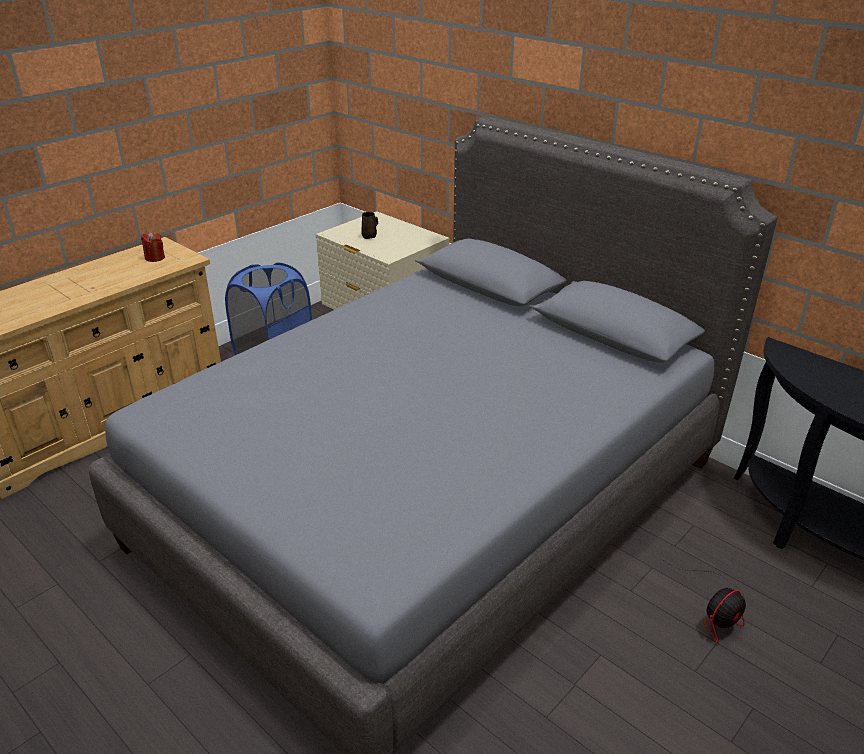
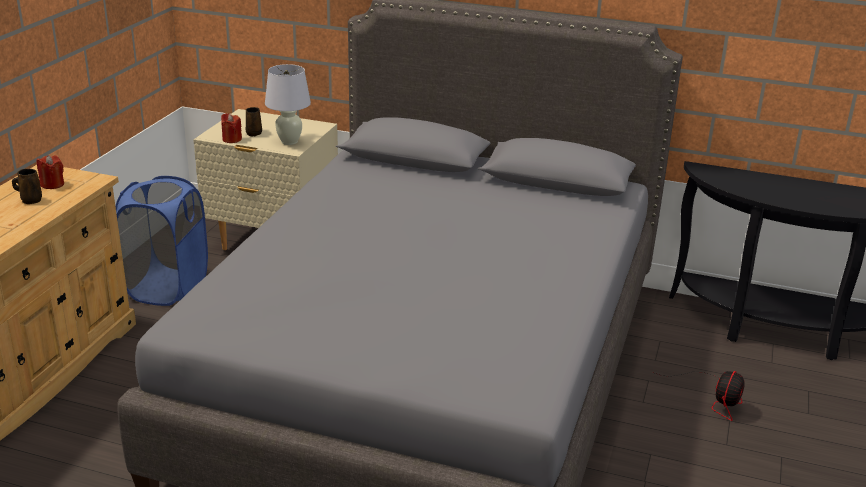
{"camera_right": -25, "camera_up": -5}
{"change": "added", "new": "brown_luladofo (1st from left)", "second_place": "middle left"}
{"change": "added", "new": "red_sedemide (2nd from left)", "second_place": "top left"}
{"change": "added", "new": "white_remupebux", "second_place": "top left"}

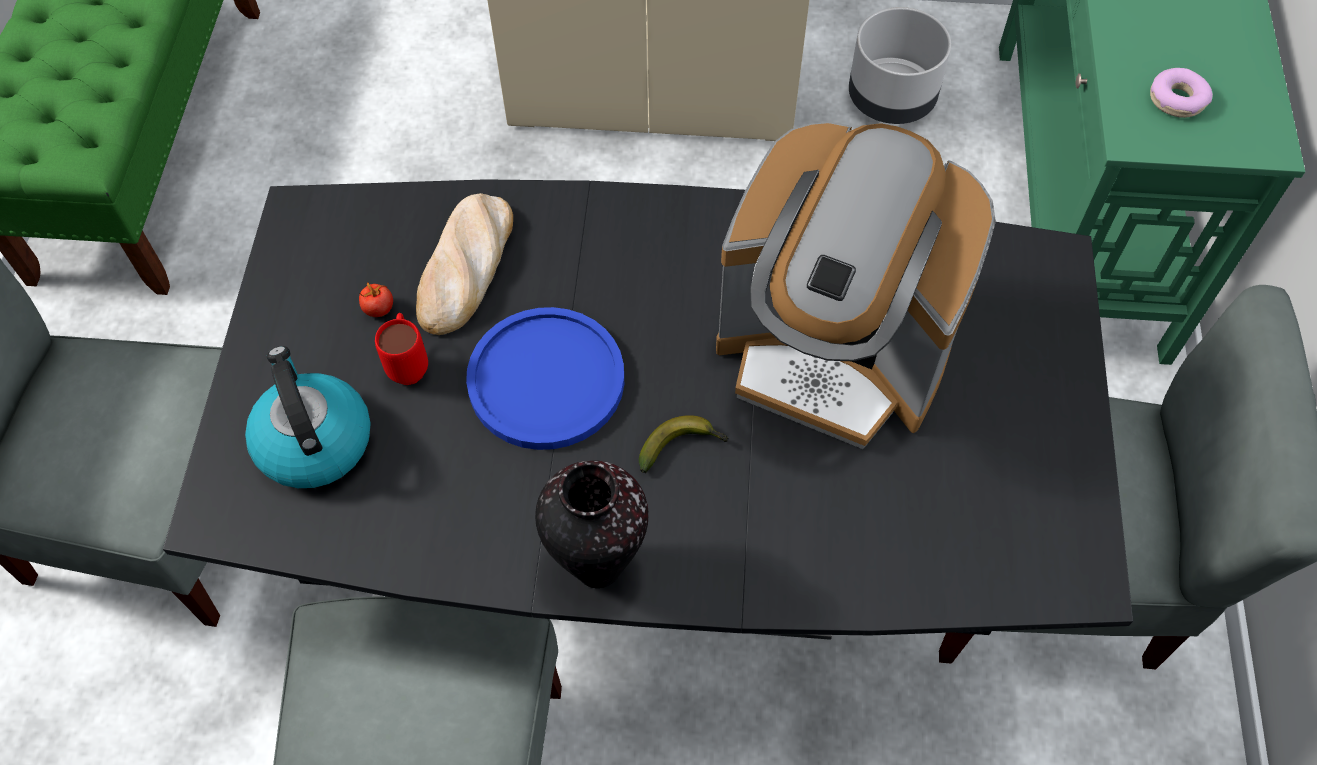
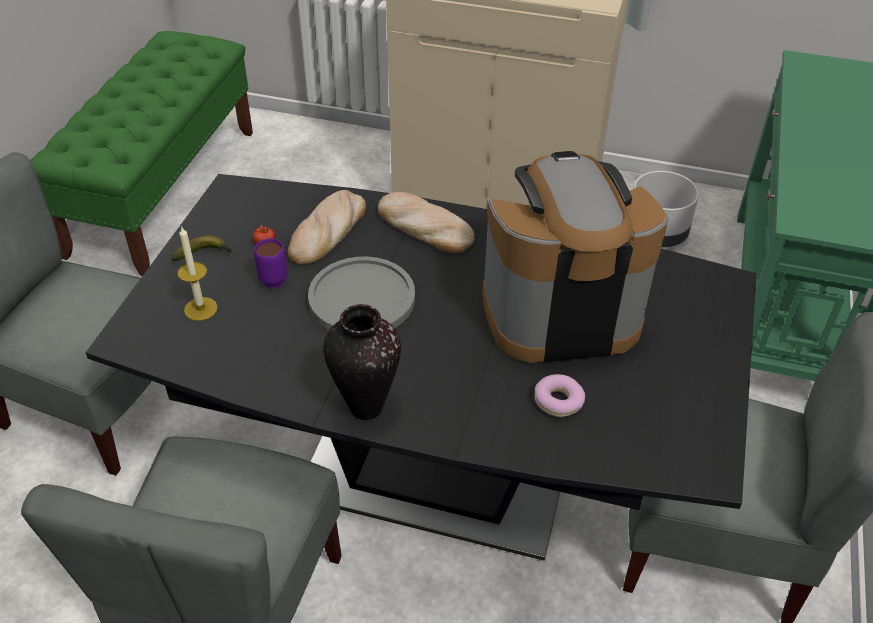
{"camera_right": 10, "camera_up": -15}
{"change": "moved", "old": "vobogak", "first_place": "centre", "second_place": "middle left"}
{"change": "replaced", "old": "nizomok", "new": "sedemide", "first_place": "middle left", "second_place": "middle left"}
{"change": "recoloured", "old": "red_luladofo", "new": "purple_luladofo", "first_place": "middle left", "second_place": "middle left"}
{"change": "recoloured", "old": "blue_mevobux", "new": "grey_mevobux", "first_place": "centre", "second_place": "centre"}
{"change": "added", "new": "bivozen (2nd from left)", "second_place": "centre"}
{"change": "turned", "old": "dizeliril", "first_place": "centre", "second_place": "centre", "degrees": 135}
{"change": "moved", "old": "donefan", "first_place": "top right", "second_place": "centre"}

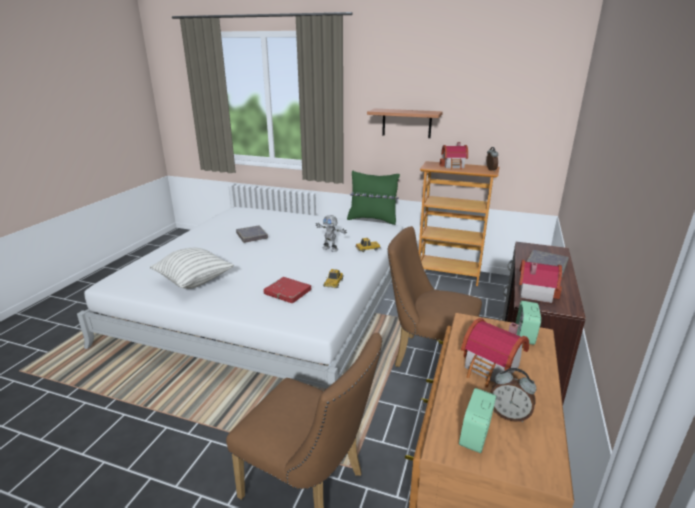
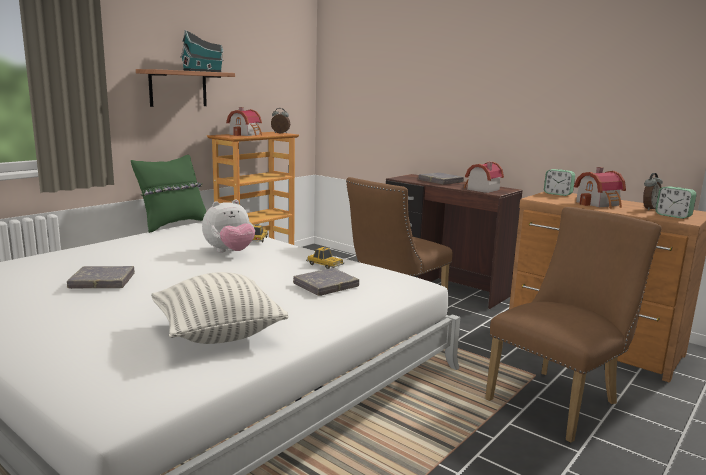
{"camera_right": -70, "camera_up": -10}
{"change": "added", "new": "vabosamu (1st from left)", "second_place": "top left"}
{"change": "replaced", "old": "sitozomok", "new": "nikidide", "first_place": "centre", "second_place": "middle left"}
{"change": "recoloured", "old": "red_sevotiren", "new": "grey_sevotiren (2nd from left)", "first_place": "centre", "second_place": "centre"}

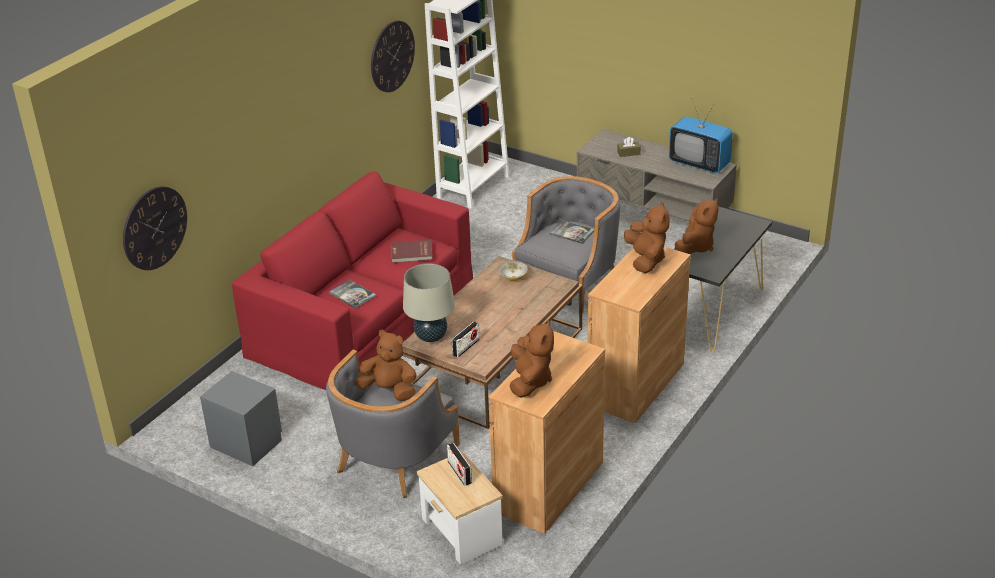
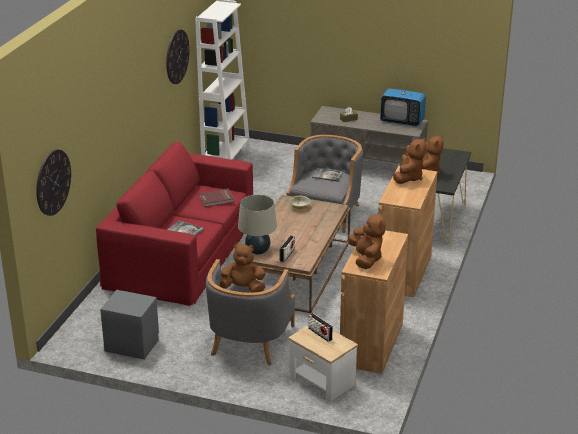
{"camera_right": -15, "camera_up": -5}
{"change": "turned", "old": "brown_nikidide (3rd from left)", "first_place": "centre", "second_place": "middle right", "degrees": 45}

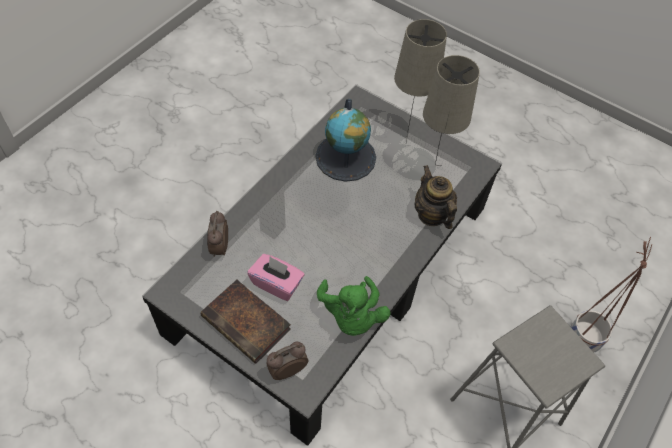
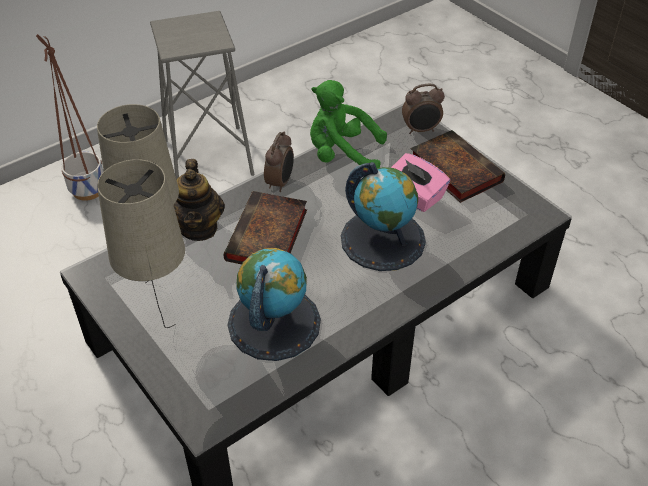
{"camera_right": -160, "camera_up": -10}
{"change": "added", "new": "sevotiren (1st from left)", "second_place": "centre"}
{"change": "moved", "old": "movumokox (1st from left)", "first_place": "middle left", "second_place": "centre"}
{"change": "turned", "old": "green_nikidide", "first_place": "bottom centre", "second_place": "top centre", "degrees": -90}
{"change": "added", "new": "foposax (2nd from left)", "second_place": "centre"}

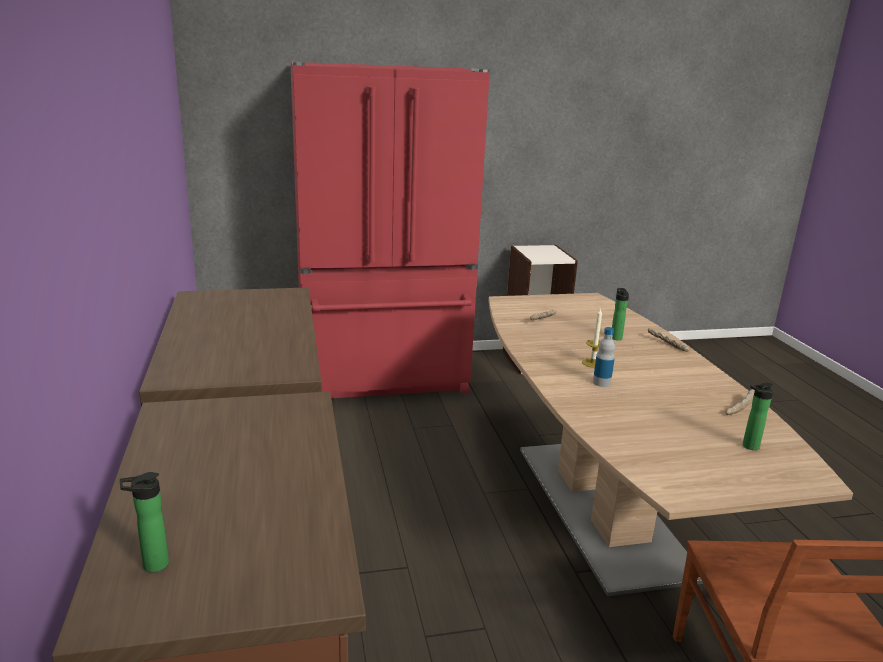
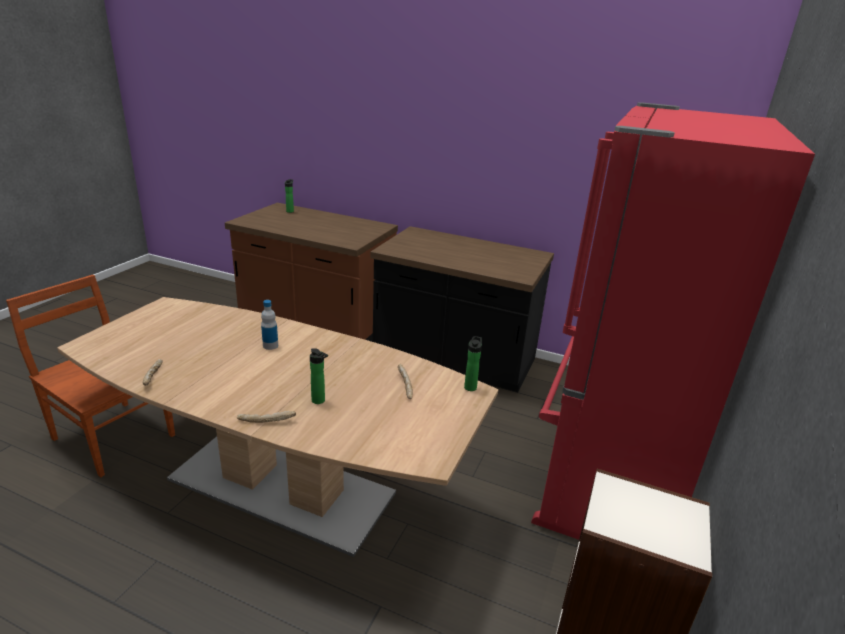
{"camera_right": 125, "camera_up": 5}
{"change": "moved", "old": "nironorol (4th from left)", "first_place": "middle right", "second_place": "centre"}
{"change": "removed", "old": "sedemide", "first_place": "middle right"}

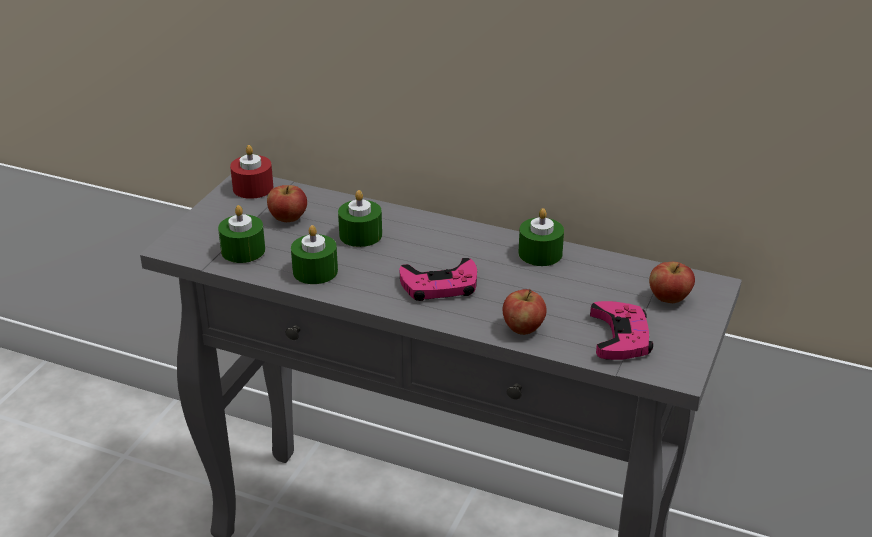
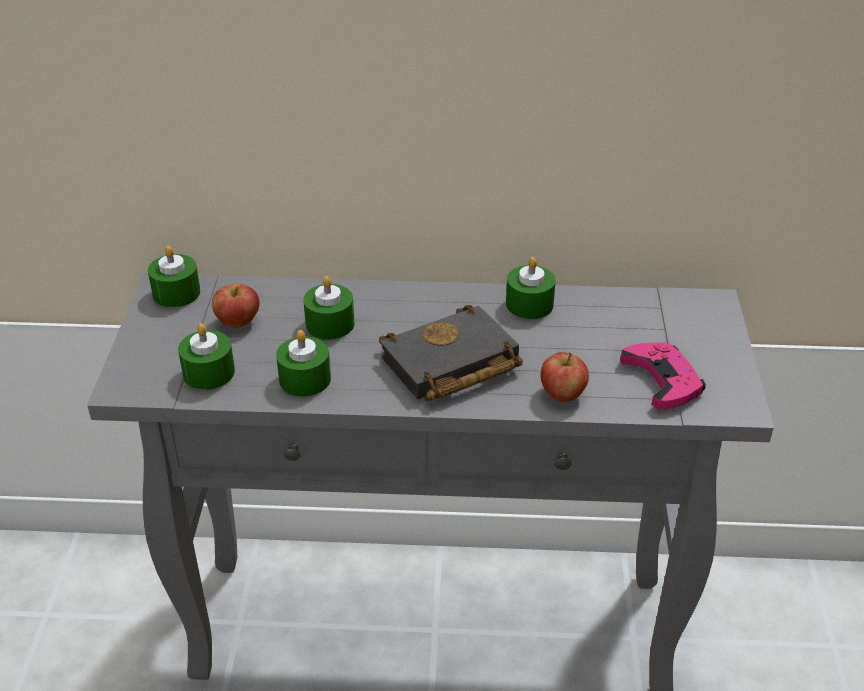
{"camera_right": -20, "camera_up": 5}
{"change": "recoloured", "old": "red_sedemide", "new": "green_sedemide (1st from left)", "first_place": "top left", "second_place": "middle left"}
{"change": "replaced", "old": "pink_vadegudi (1st from left)", "new": "black_sevotiren", "first_place": "centre", "second_place": "centre"}
{"change": "removed", "old": "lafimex (3rd from left)", "first_place": "middle right"}

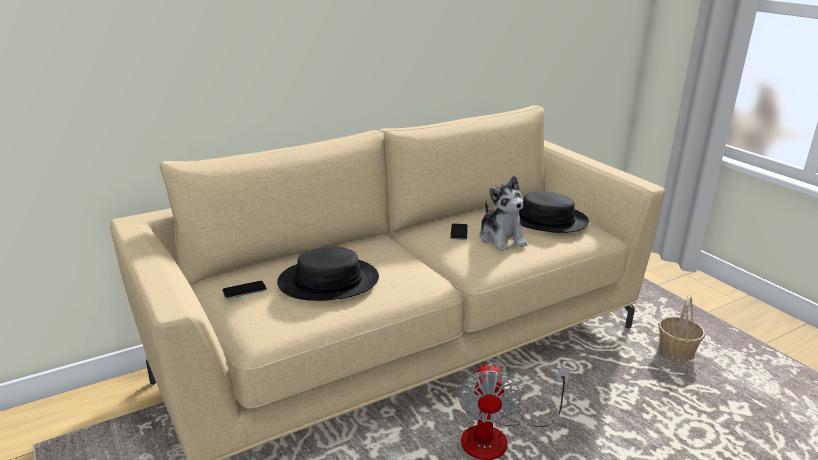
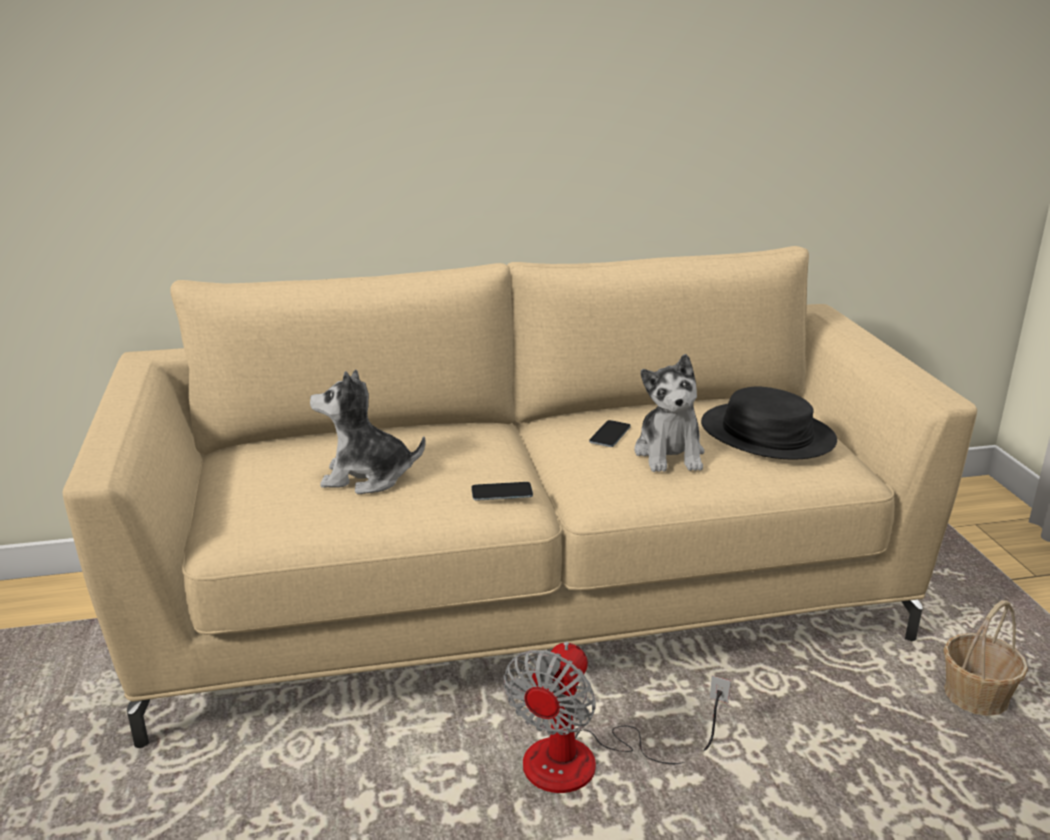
{"camera_right": 20, "camera_up": 0}
{"change": "replaced", "old": "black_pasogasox (1st from left)", "new": "nikidide (1st from left)", "first_place": "centre", "second_place": "centre"}
{"change": "moved", "old": "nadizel (1st from left)", "first_place": "middle left", "second_place": "centre"}

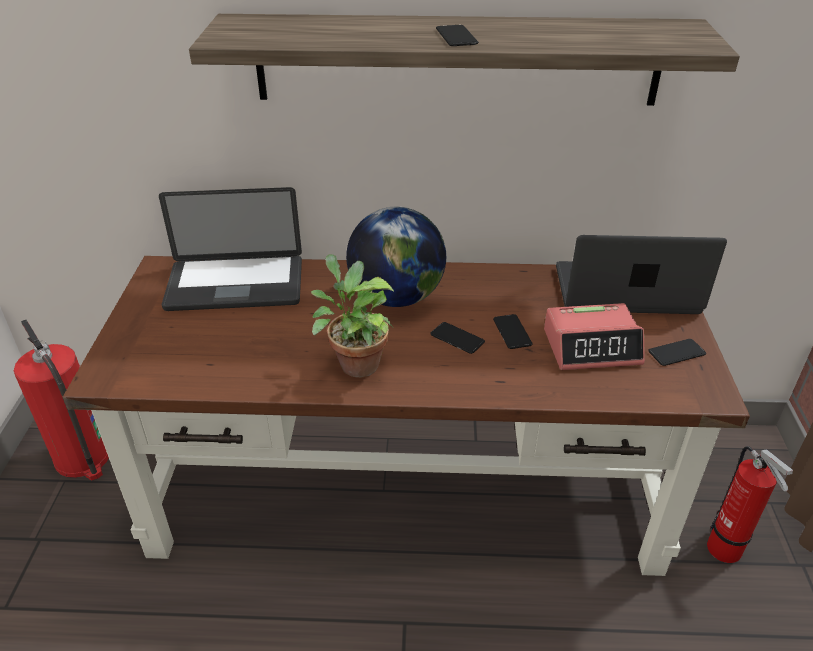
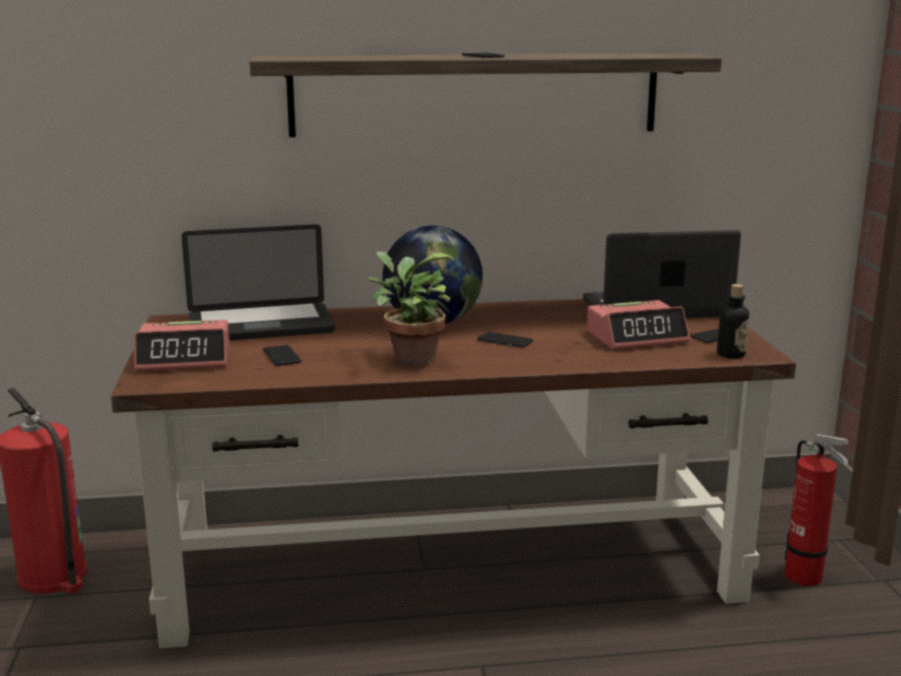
{"camera_right": -10, "camera_up": -20}
{"change": "added", "new": "movumokox (1st from left)", "second_place": "middle left"}
{"change": "moved", "old": "nadizel (3rd from left in the first image)", "new": "nadizel (1st from left)", "first_place": "centre", "second_place": "middle left"}
{"change": "added", "new": "nironorol", "second_place": "middle right"}

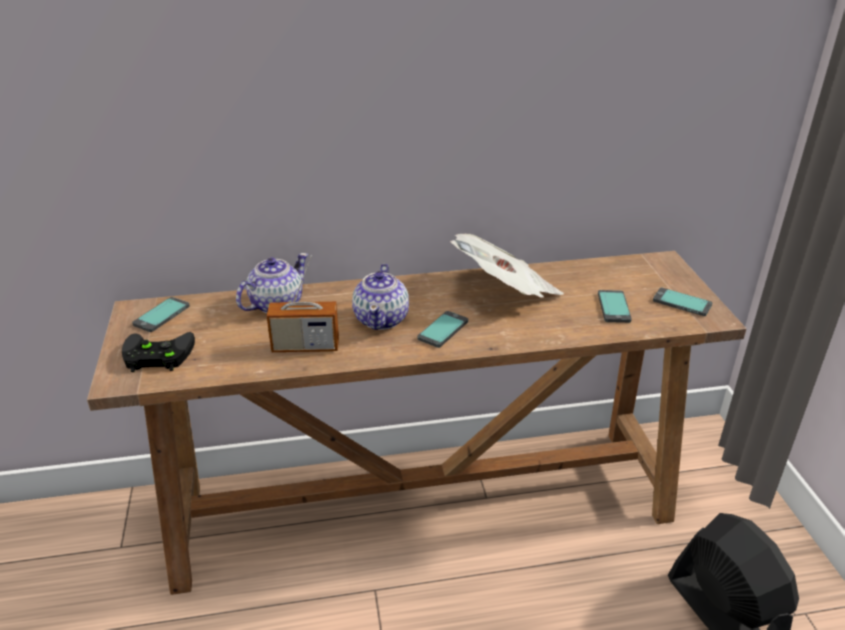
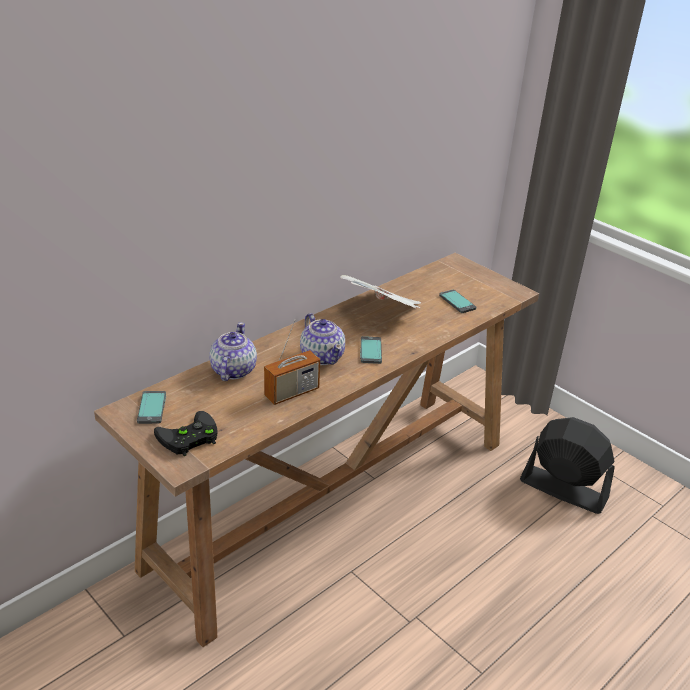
{"camera_right": -35, "camera_up": 0}
{"change": "removed", "old": "nadizel (4th from left)", "first_place": "middle right"}

